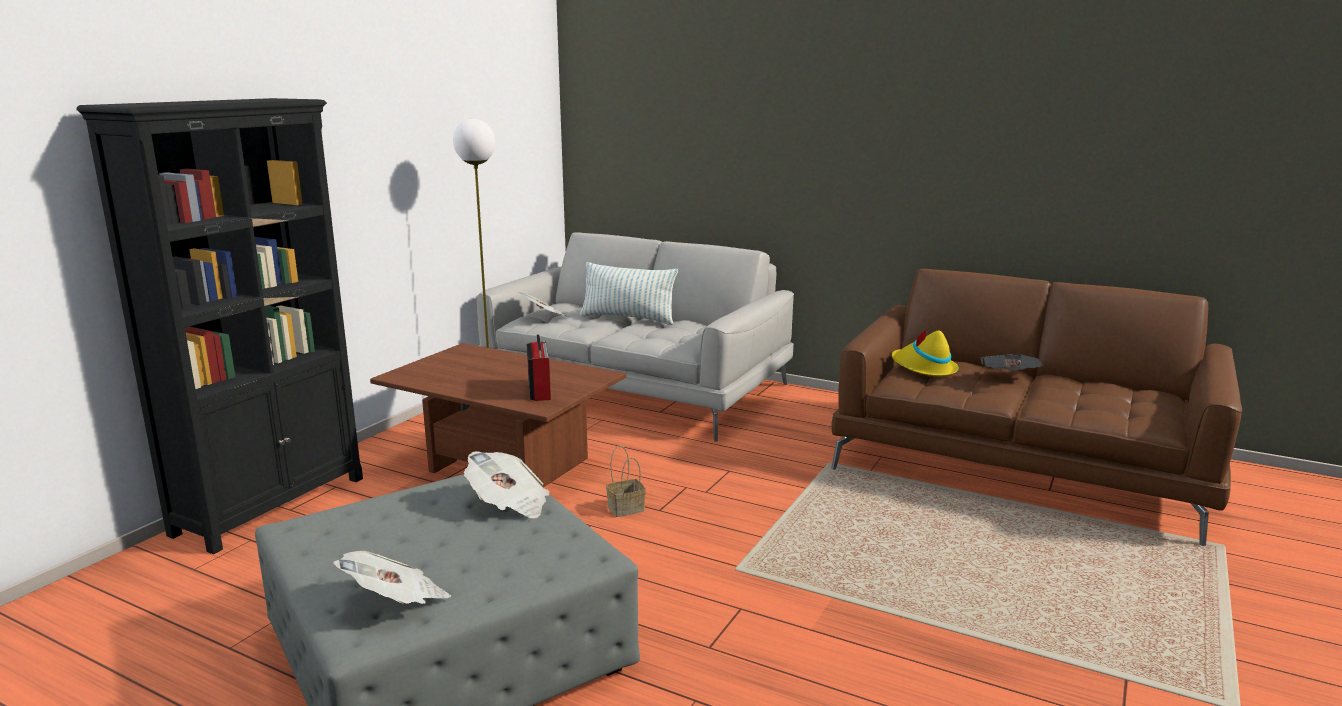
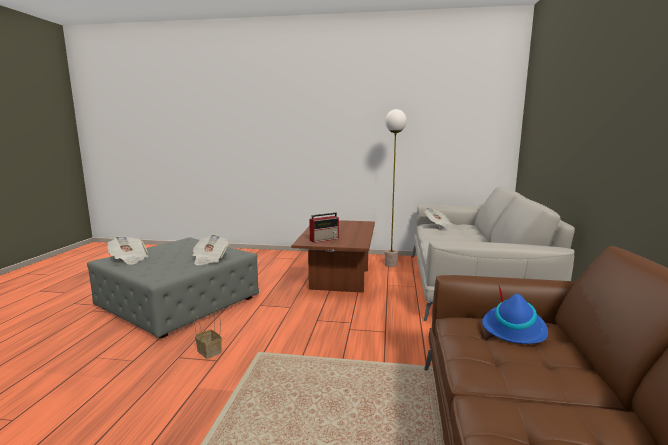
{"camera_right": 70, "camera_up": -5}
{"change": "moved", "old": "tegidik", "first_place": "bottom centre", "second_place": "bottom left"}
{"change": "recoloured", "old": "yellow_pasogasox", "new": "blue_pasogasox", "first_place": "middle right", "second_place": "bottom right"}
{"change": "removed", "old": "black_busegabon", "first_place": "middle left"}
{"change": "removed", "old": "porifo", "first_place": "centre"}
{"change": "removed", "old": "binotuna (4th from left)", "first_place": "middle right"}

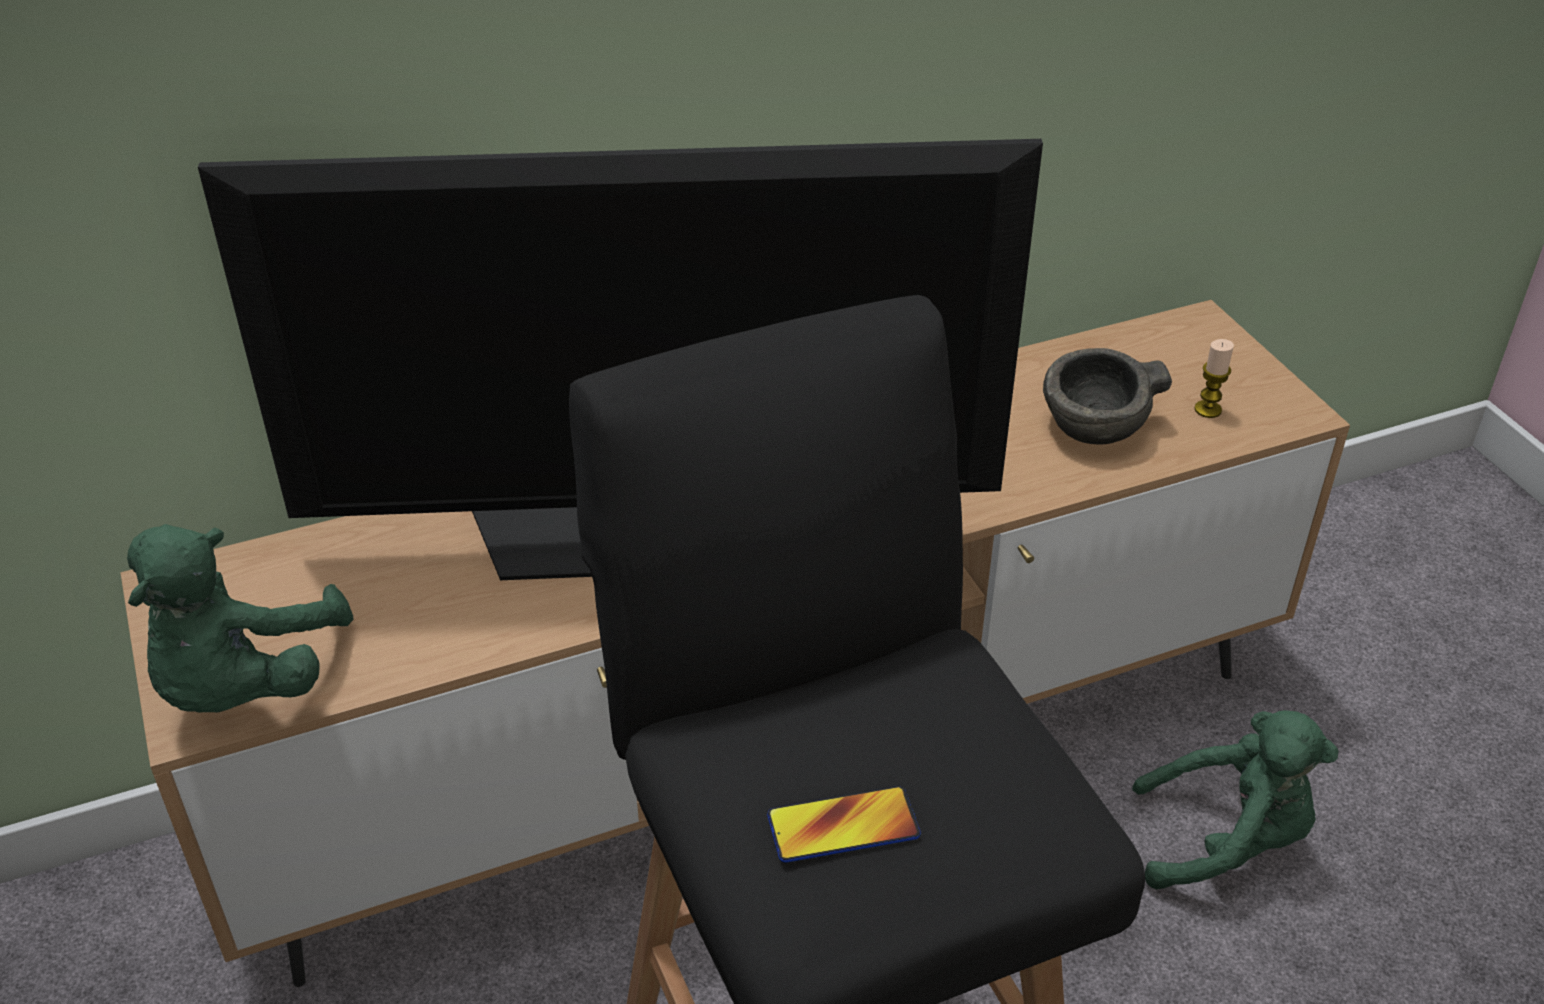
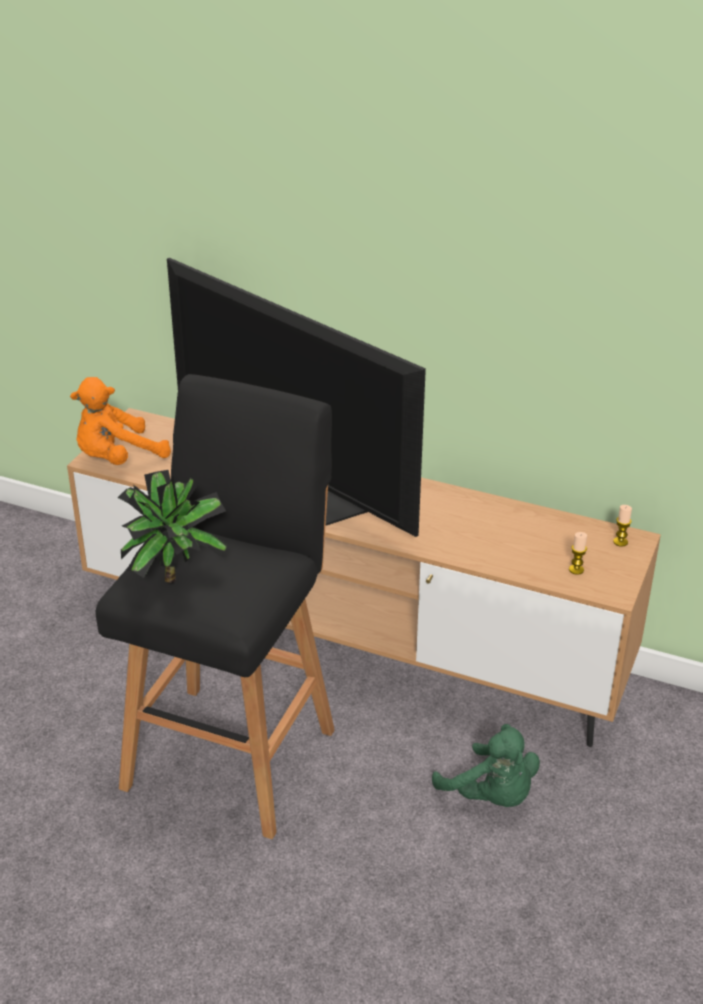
{"camera_right": 45, "camera_up": -5}
{"change": "recoloured", "old": "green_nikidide (1st from left)", "new": "orange_nikidide", "first_place": "middle left", "second_place": "middle left"}
{"change": "replaced", "old": "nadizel", "new": "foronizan", "first_place": "bottom centre", "second_place": "middle left"}
{"change": "added", "new": "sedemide (2nd from left)", "second_place": "middle right"}
{"change": "removed", "old": "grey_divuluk", "first_place": "middle right"}

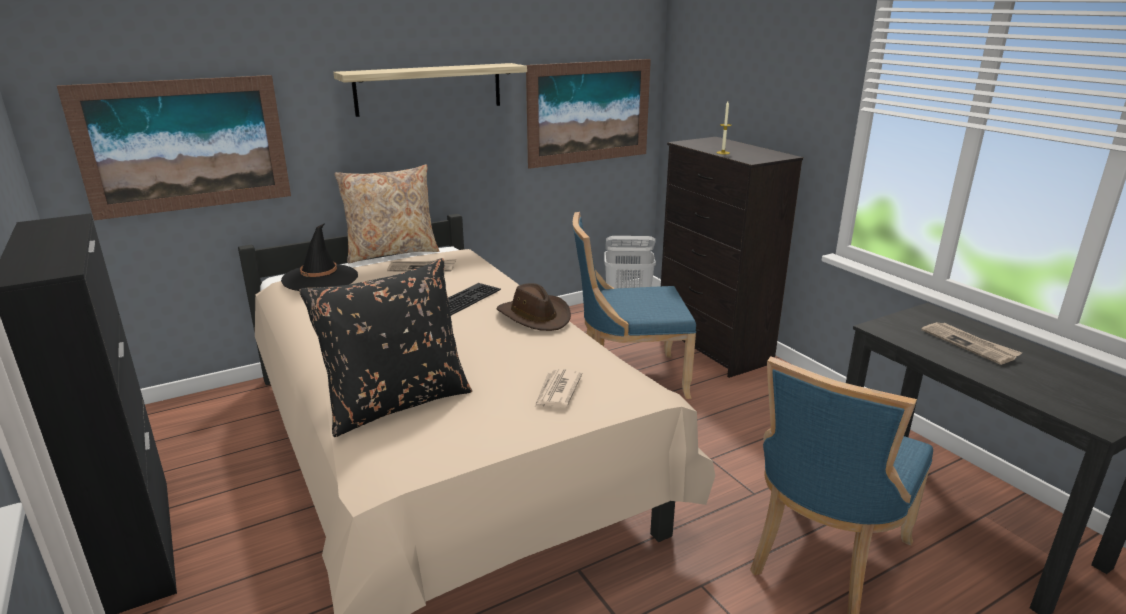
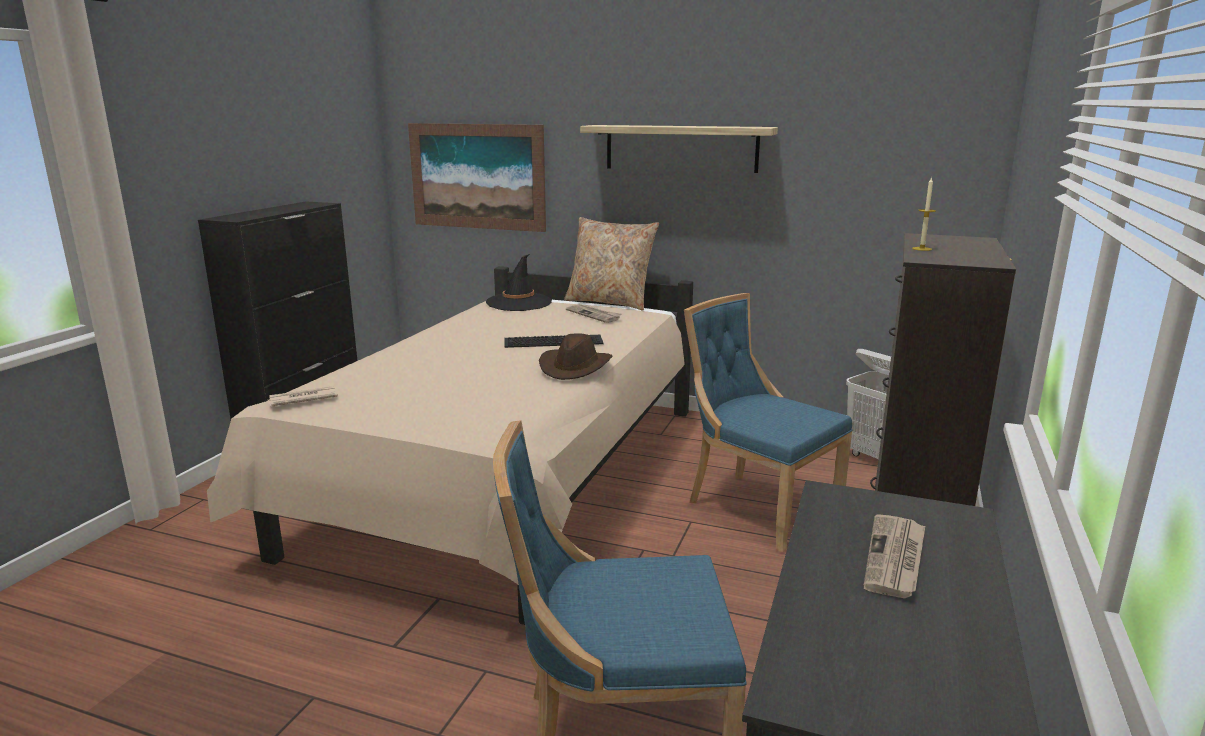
{"camera_right": 50, "camera_up": -5}
{"change": "moved", "old": "binotuna (2nd from left in the first image)", "new": "binotuna (1st from left)", "first_place": "centre", "second_place": "middle left"}
{"change": "removed", "old": "black_porifo", "first_place": "centre"}
{"change": "removed", "old": "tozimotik (2nd from left)", "first_place": "top centre"}

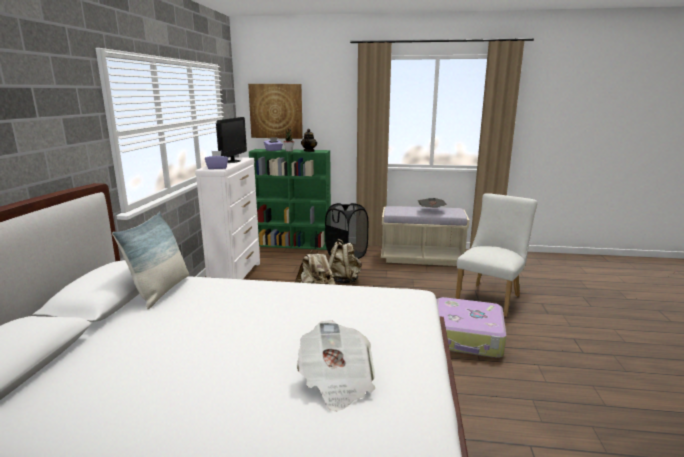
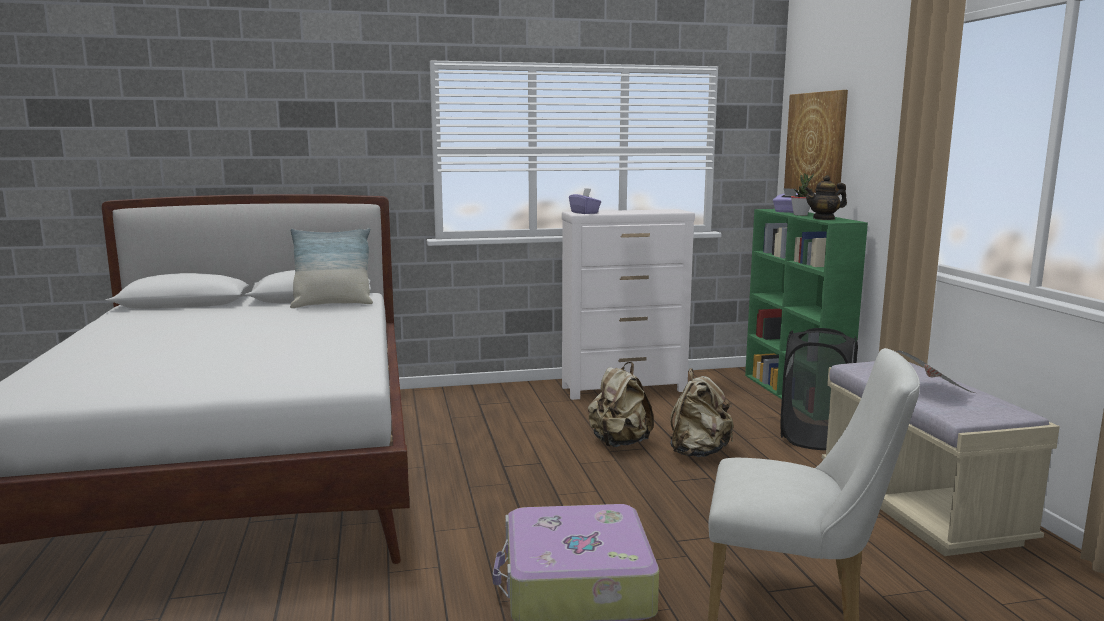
{"camera_right": 70, "camera_up": -5}
{"change": "removed", "old": "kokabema", "first_place": "top centre"}
{"change": "removed", "old": "binotuna (1st from left)", "first_place": "bottom centre"}

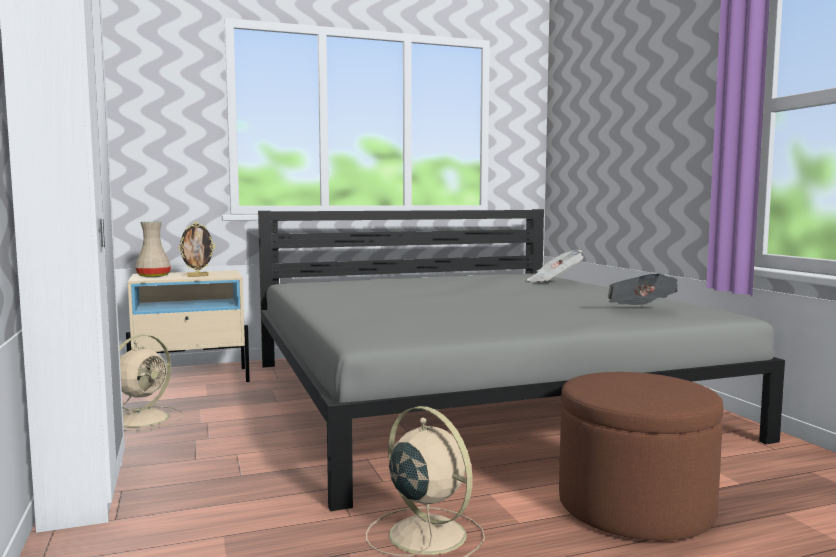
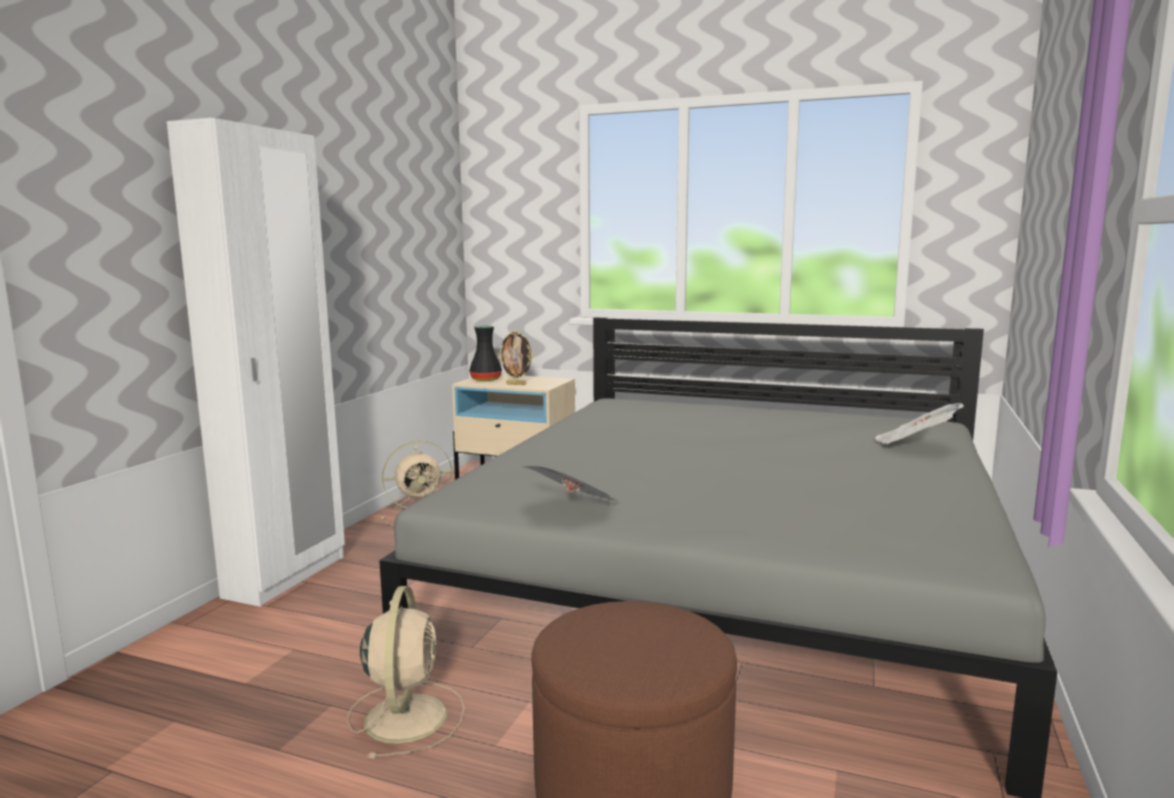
{"camera_right": 40, "camera_up": 5}
{"change": "recoloured", "old": "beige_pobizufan", "new": "black_pobizufan", "first_place": "middle left", "second_place": "centre"}
{"change": "moved", "old": "binotuna (2nd from left in the first image)", "new": "binotuna (1st from left)", "first_place": "middle right", "second_place": "centre"}

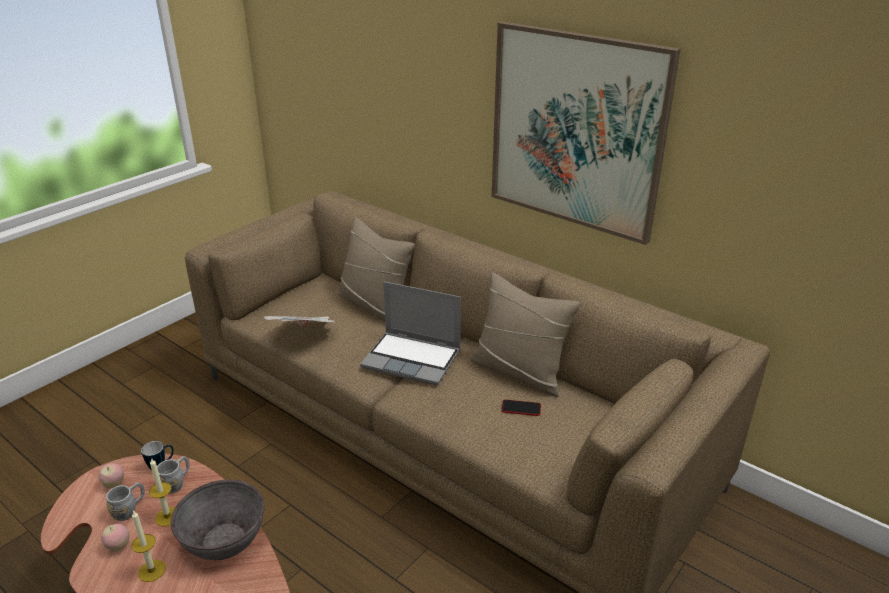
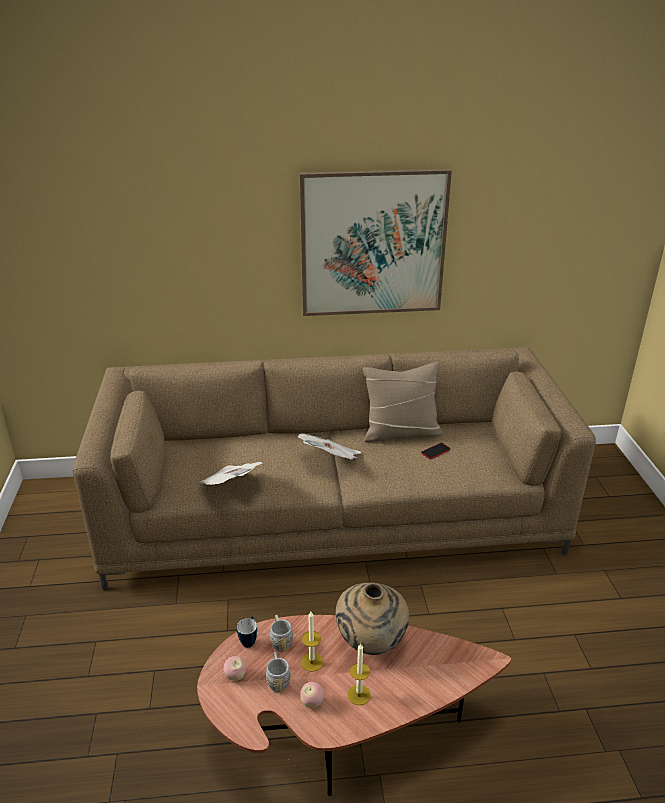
{"camera_right": -45, "camera_up": 0}
{"change": "replaced", "old": "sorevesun", "new": "binotuna (2nd from left)", "first_place": "centre", "second_place": "centre"}
{"change": "replaced", "old": "grey_divuluk", "new": "beige_pobizufan", "first_place": "bottom left", "second_place": "bottom centre"}
{"change": "removed", "old": "beige_porifo (1st from left)", "first_place": "centre"}

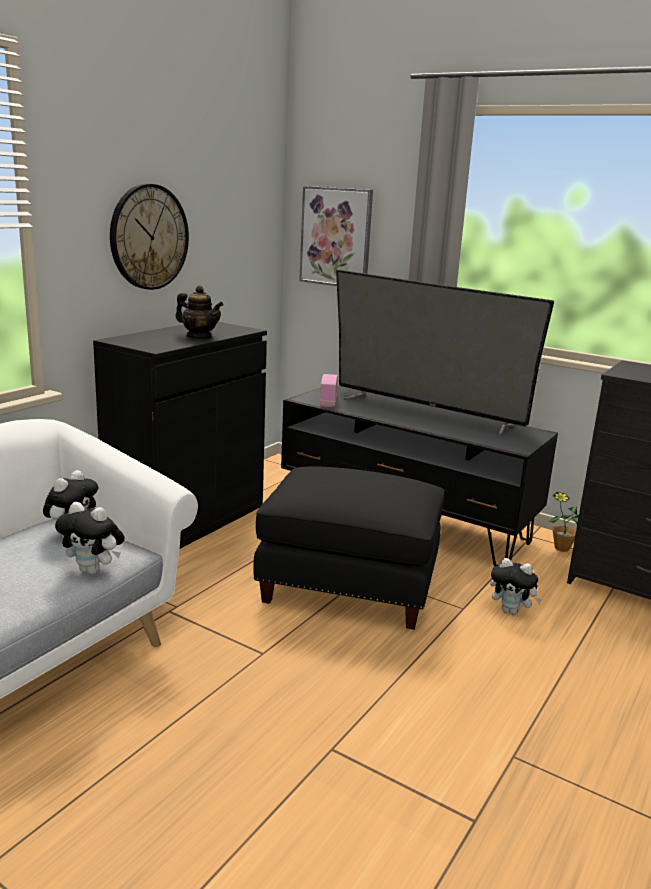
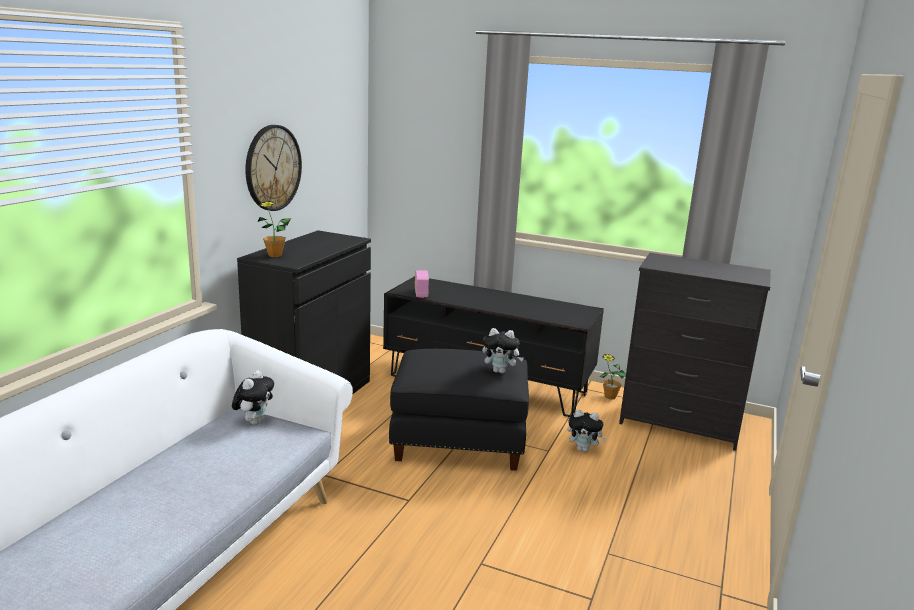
{"camera_right": -10, "camera_up": 0}
{"change": "added", "new": "foronizan (1st from left)", "second_place": "middle left"}
{"change": "moved", "old": "nikidide (2nd from left)", "first_place": "middle left", "second_place": "centre"}
{"change": "removed", "old": "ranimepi", "first_place": "middle left"}
{"change": "removed", "old": "tozimotik", "first_place": "top centre"}
{"change": "removed", "old": "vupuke", "first_place": "middle right"}

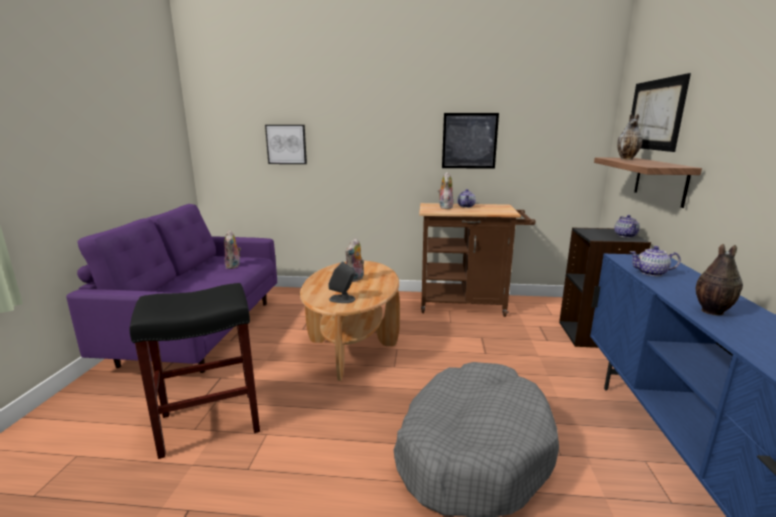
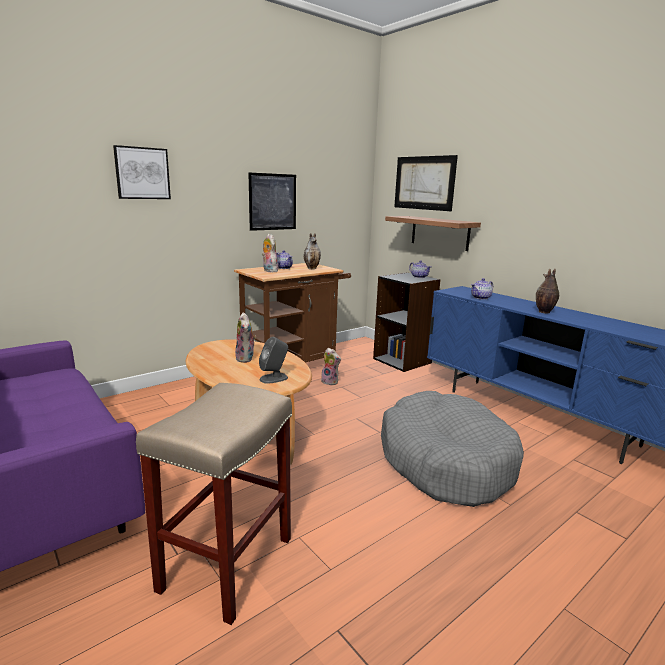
{"camera_right": -45, "camera_up": 0}
{"change": "moved", "old": "tozimotik (1st from left)", "first_place": "top centre", "second_place": "top left"}
{"change": "recoloured", "old": "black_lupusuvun", "new": "beige_lupusuvun", "first_place": "bottom left", "second_place": "bottom left"}
{"change": "moved", "old": "pobizufan (1st from left)", "first_place": "top right", "second_place": "centre"}
{"change": "moved", "old": "nikidide (1st from left in the first image)", "new": "nikidide (3rd from left)", "first_place": "middle left", "second_place": "centre"}

